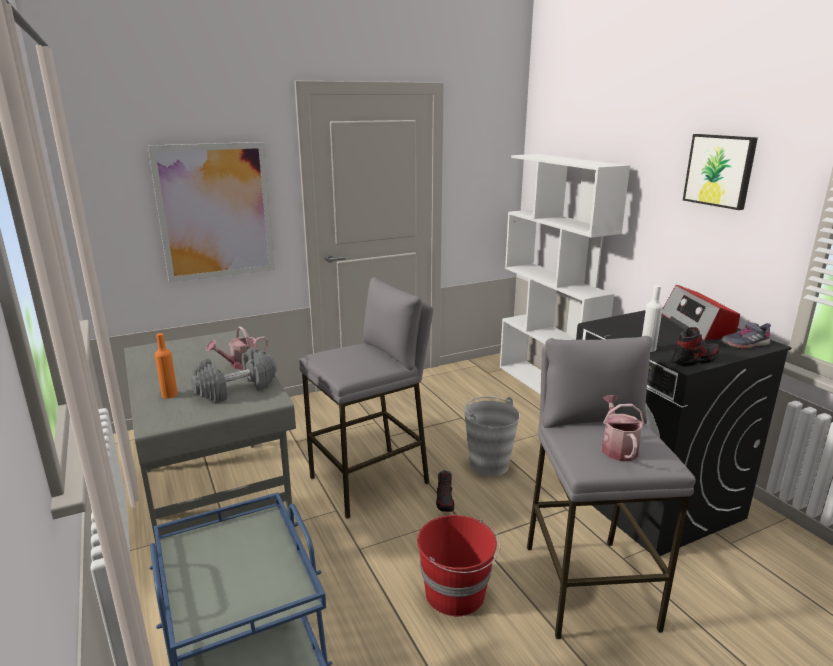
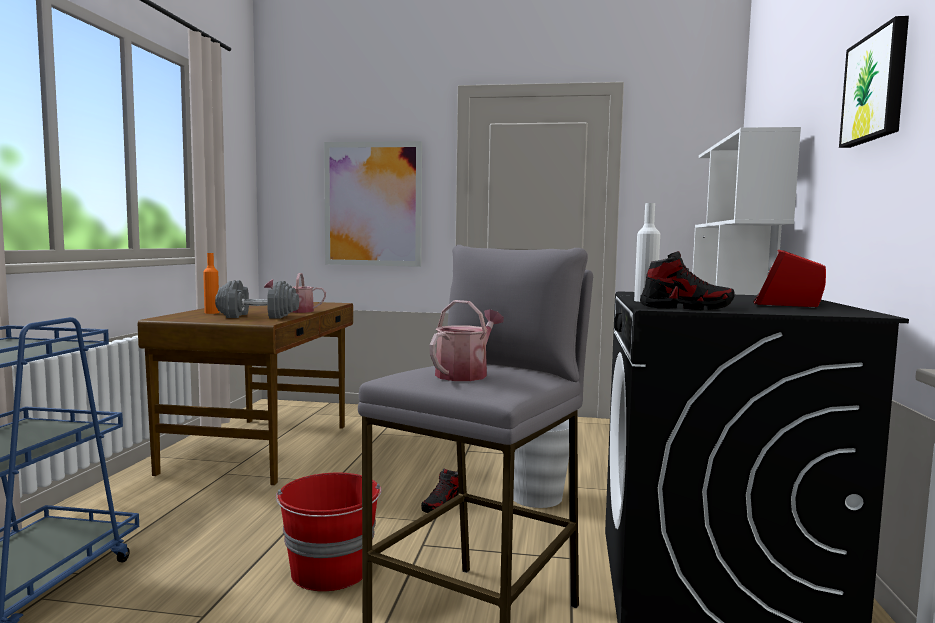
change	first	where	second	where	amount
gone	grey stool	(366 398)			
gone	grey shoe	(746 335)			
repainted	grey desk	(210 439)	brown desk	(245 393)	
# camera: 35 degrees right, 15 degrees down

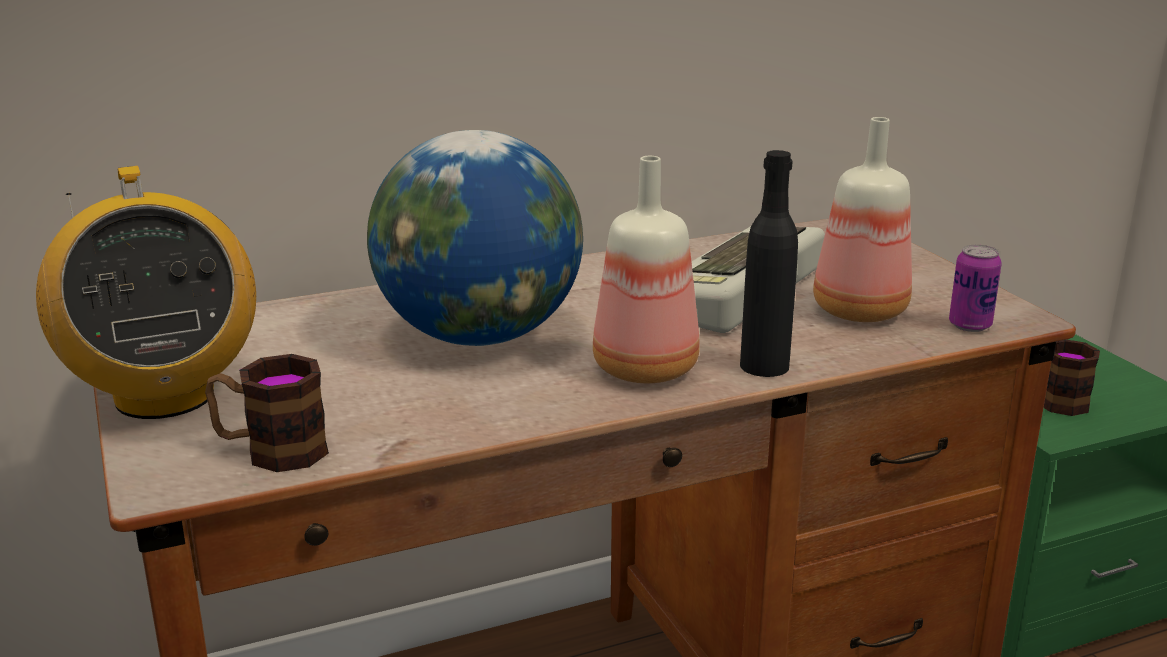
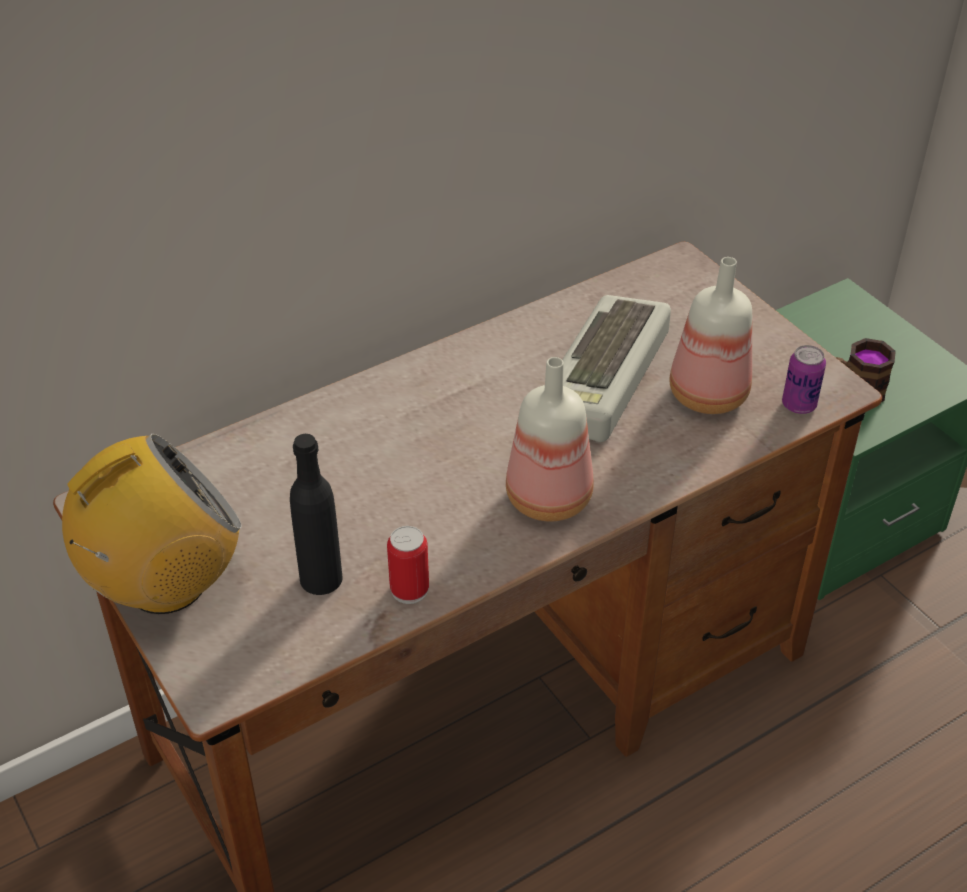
change	first	where	second	where	amount
gone	globe	(475 238)			
shifted	black bottle	(769 263)		(316 514)	
rotated	radio	(146 292)		(151 524)	90 degrees counterclockwise
gone	mug	(267 413)			
new			can	(408 565)	
# camera: 10 degrees left, 20 degrees up

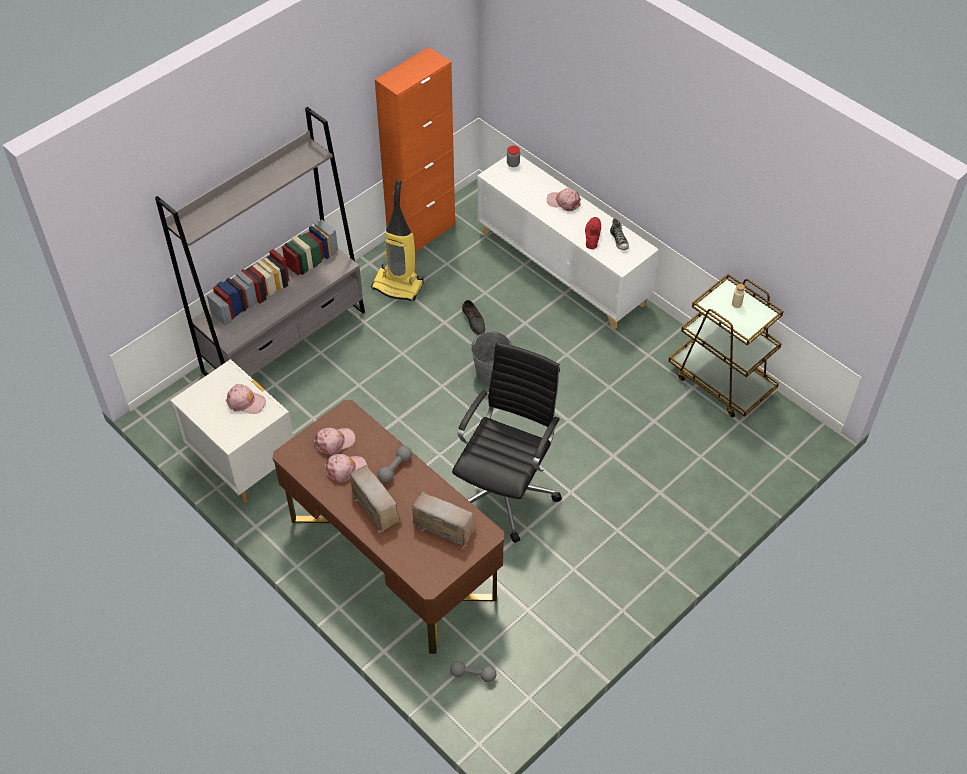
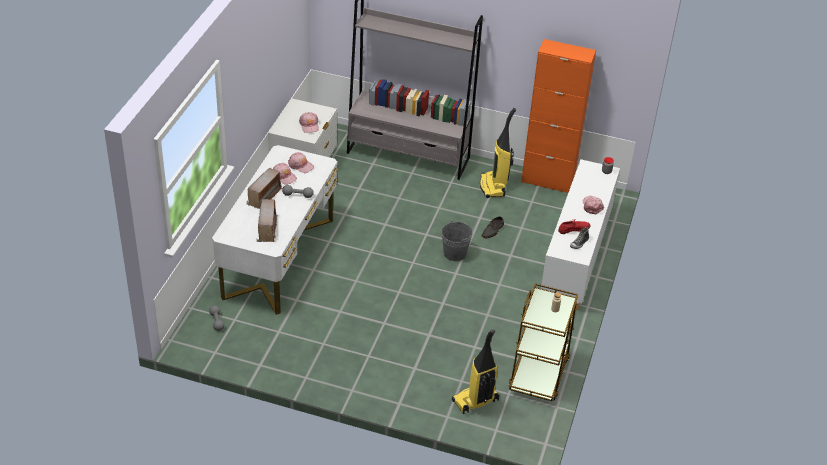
change	first	where	second	where	amount
gone	black office chair	(507 442)			
repainted	brown desk	(389 527)	white desk	(275 230)	
new			vacuum cleaner	(475 371)	
# camera: 60 degrees right, 10 degrees down

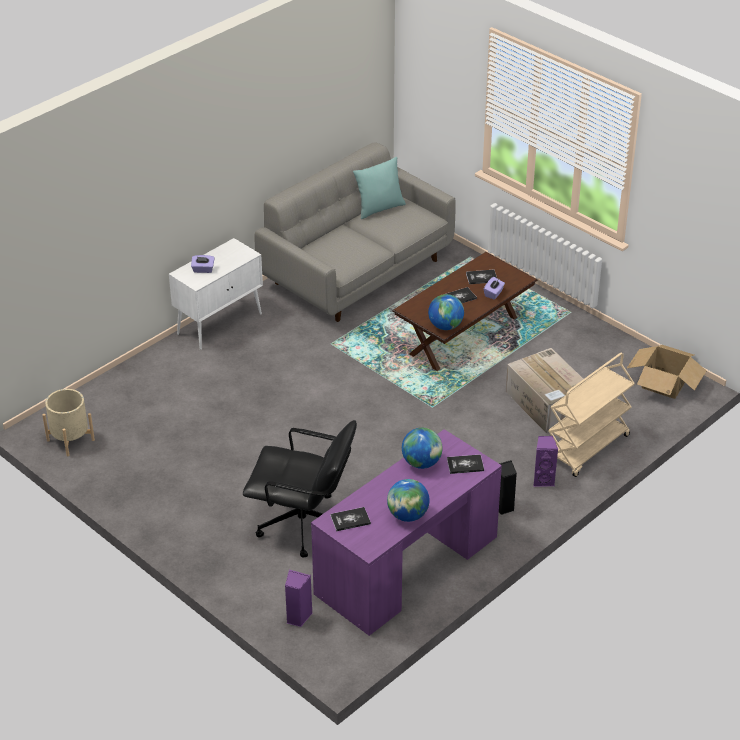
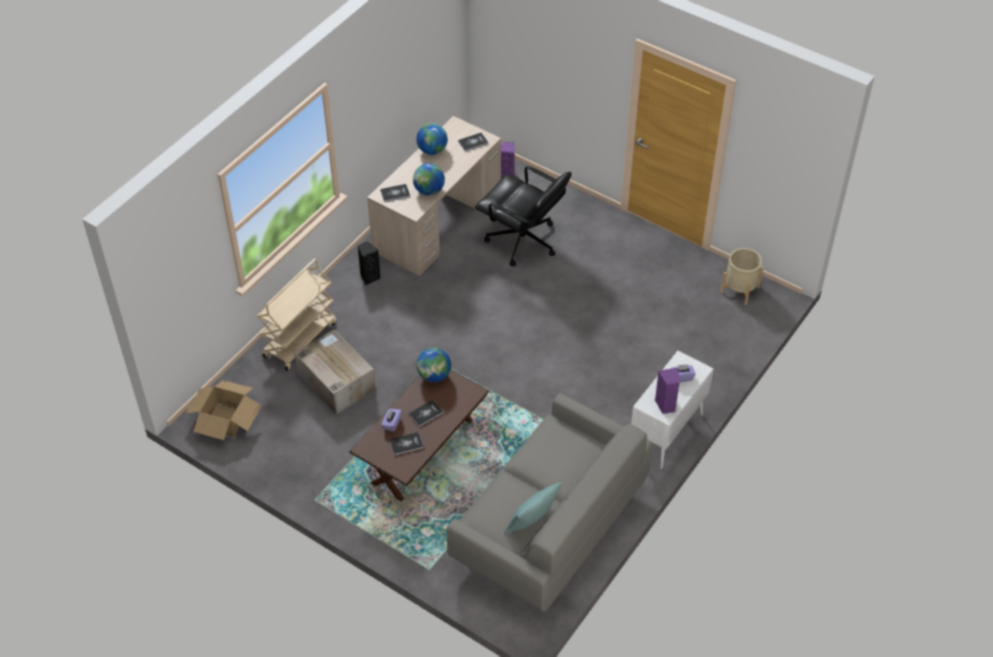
change	first	where	second	where	amount
rotated	black office chair	(300 489)		(523 216)	150 degrees counterclockwise
repainted	purple desk	(406 532)	beige desk	(434 196)	
shifted	purple speaker	(545 461)		(667 391)	
# camera: 170 degrees right, 10 degrees up

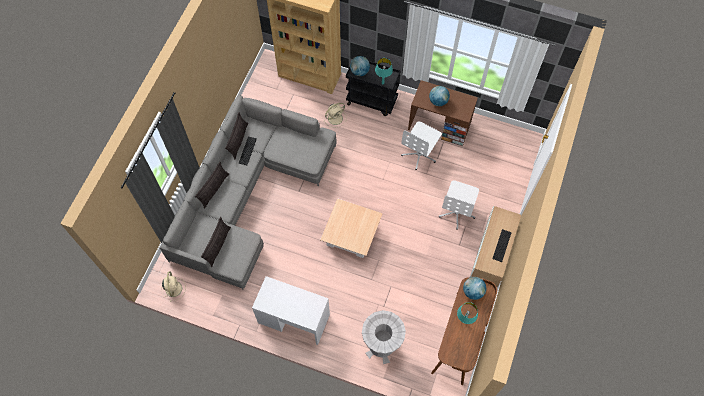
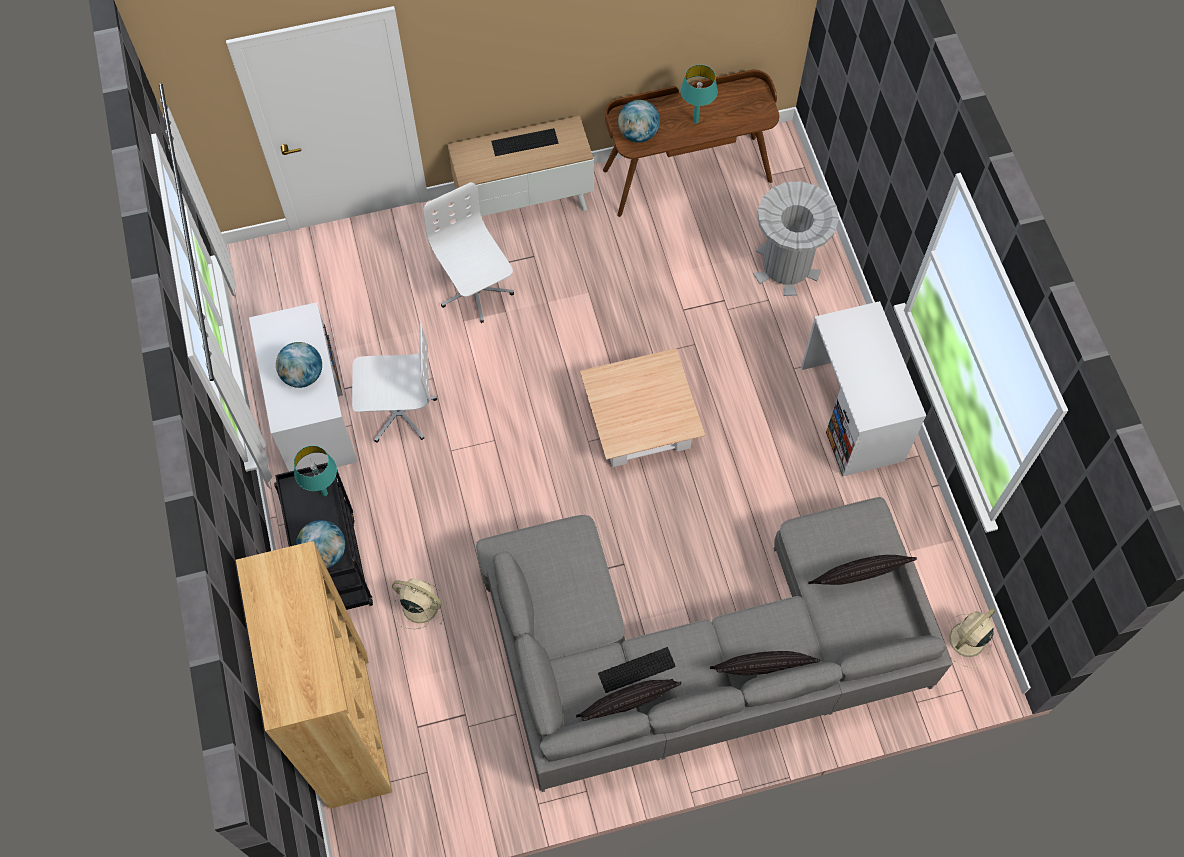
change	first	where	second	where	amount
repainted	brown desk	(443 113)	white desk	(303 387)	
rotated	white office chair	(459 205)		(468 252)	105 degrees counterclockwise
# camera: 125 degrees left, 0 degrees up

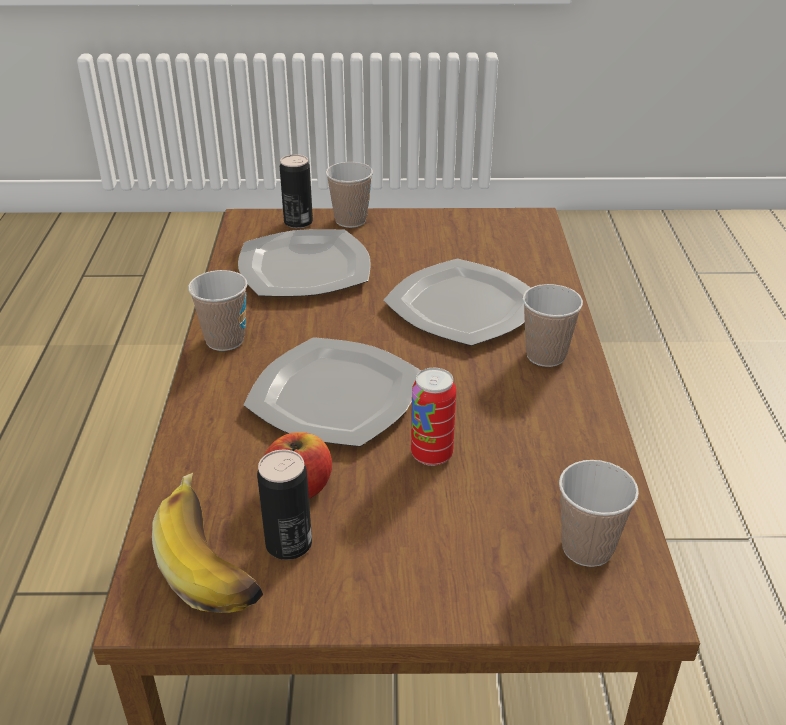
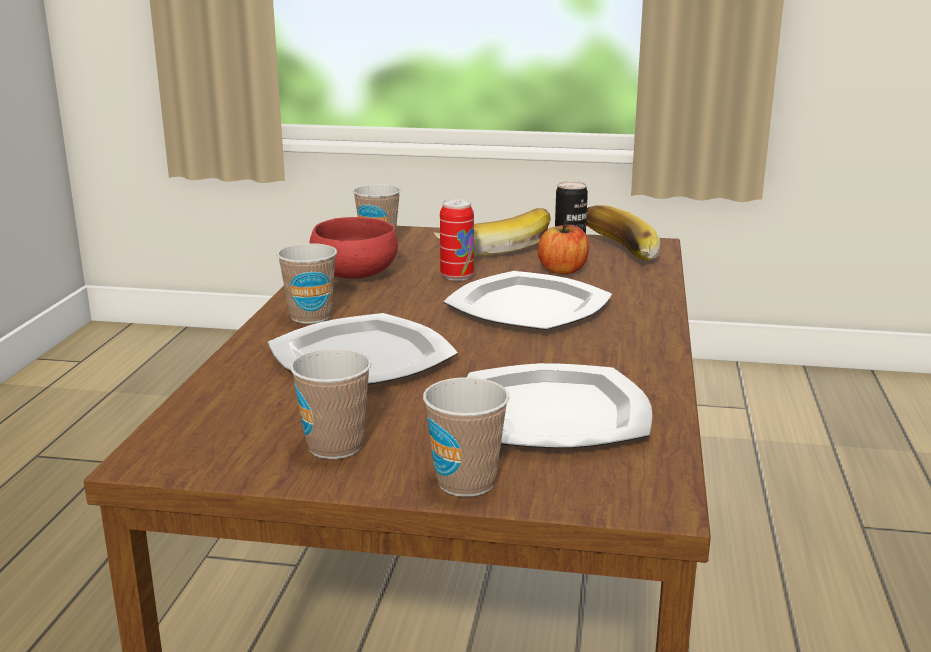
change	first	where	second	where	amount
gone	can	(296 191)			
shifted	cup	(217 310)		(331 403)	
new			banana	(492 232)	
new			red bowl	(354 248)	
# camera: 170 degrees left, 15 degrees down

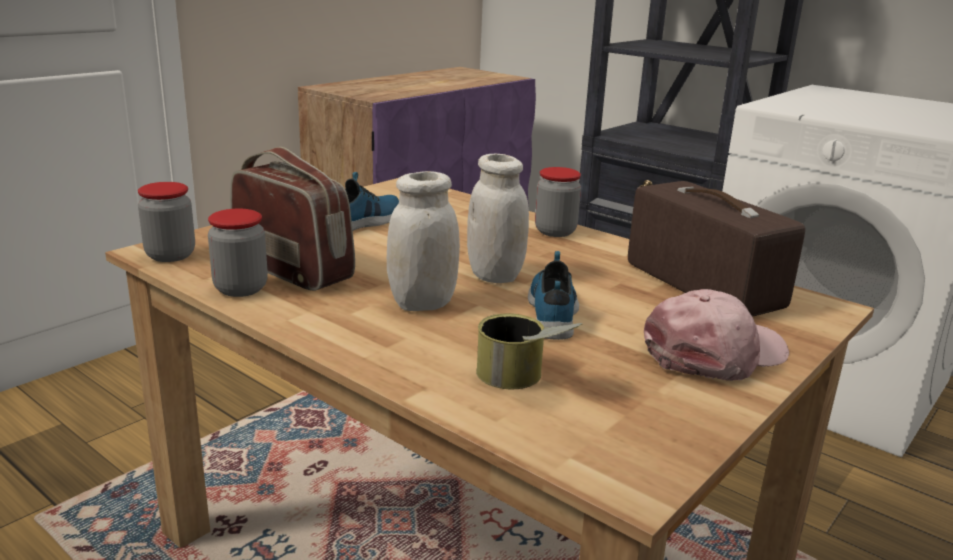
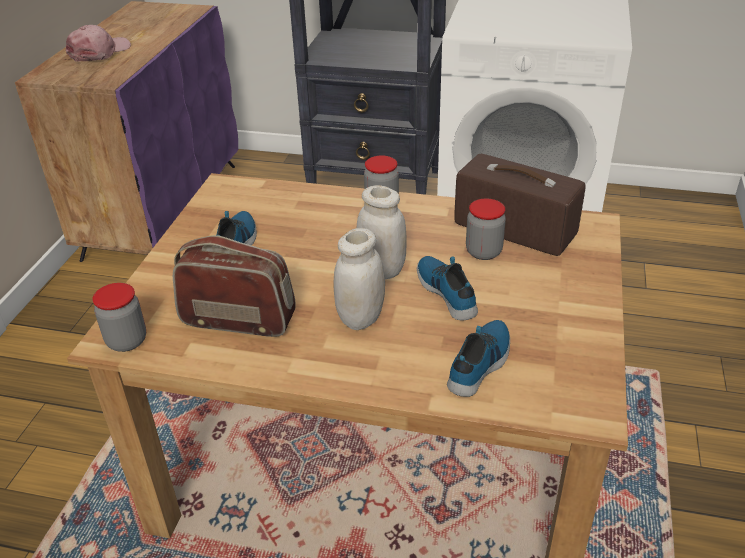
change	first	where	second	where	amount
shifted	jar	(238 253)		(486 229)	
shifted	pink cap	(716 335)		(98 43)	
swapped	can	(529 351)	shoe	(478 358)	
# camera: 25 degrees left, 15 degrees up

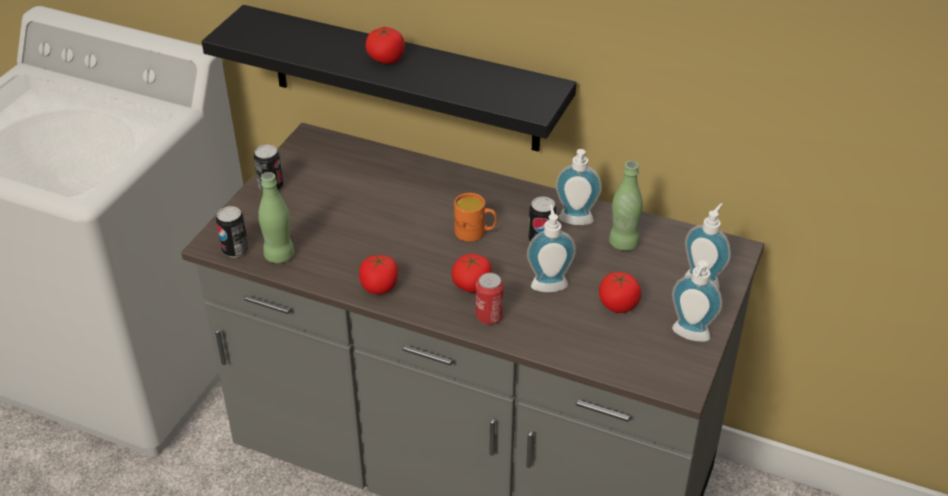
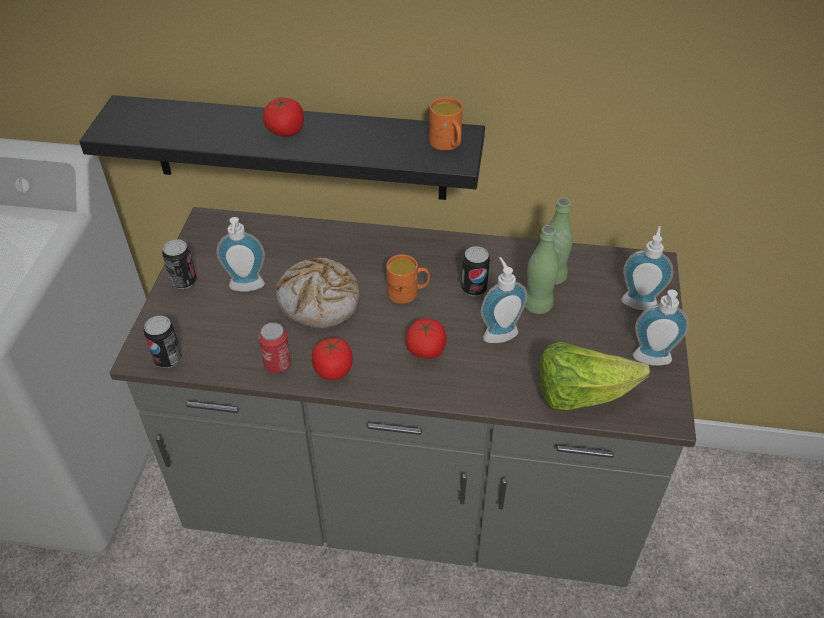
change	first	where	second	where	amount
shifted	soap dispenser	(578 187)		(240 254)	
shifted	green bottle	(276 217)		(542 269)	
gone	tomato	(620 292)			
shifted	can	(490 299)		(274 347)	
new			orange mug	(446 124)	
new			bread	(318 292)	
new			lettuce	(594 376)	
# camera: 15 degrees left, 5 degrees up

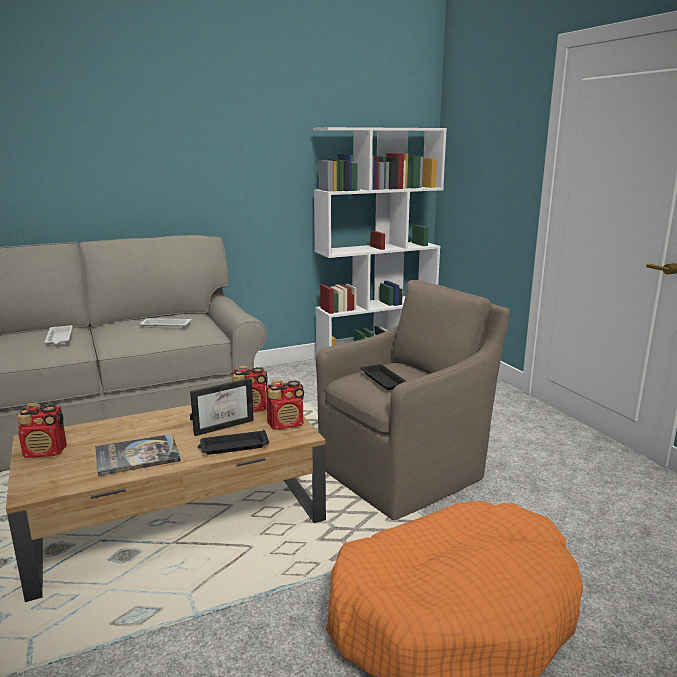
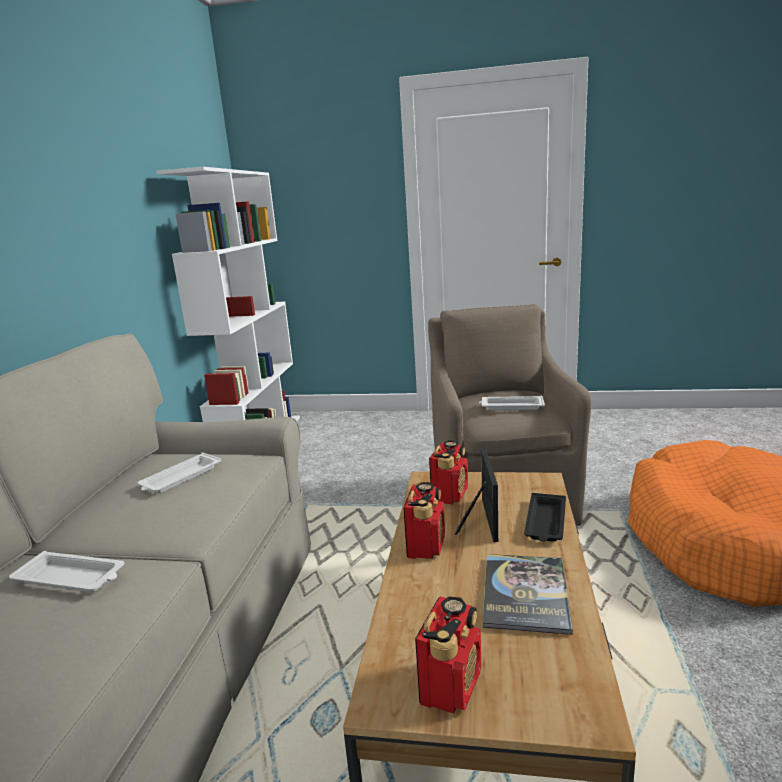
change	first	where	second	where	amount
repainted	black tray	(383 377)	white tray	(512 403)	
shifted	radio	(285 405)		(424 520)	
# camera: 55 degrees left, 0 degrees up

